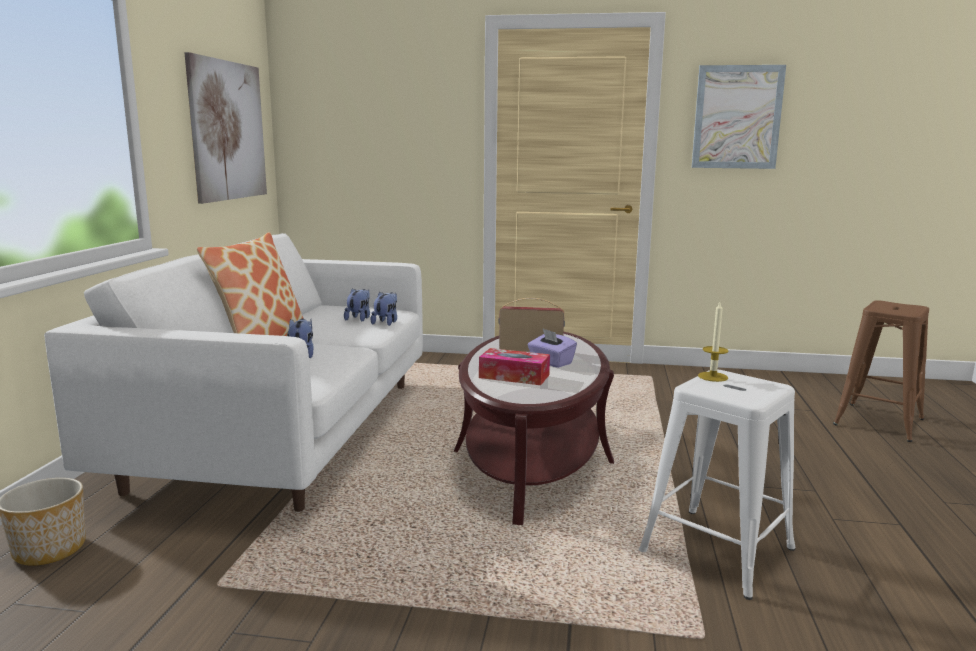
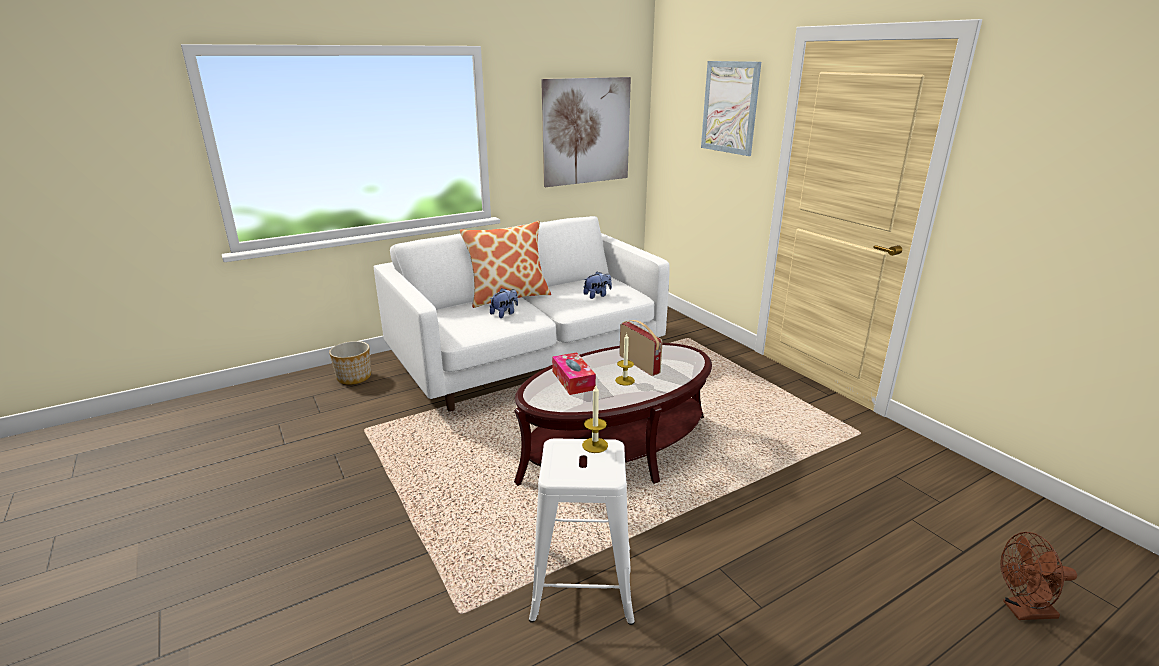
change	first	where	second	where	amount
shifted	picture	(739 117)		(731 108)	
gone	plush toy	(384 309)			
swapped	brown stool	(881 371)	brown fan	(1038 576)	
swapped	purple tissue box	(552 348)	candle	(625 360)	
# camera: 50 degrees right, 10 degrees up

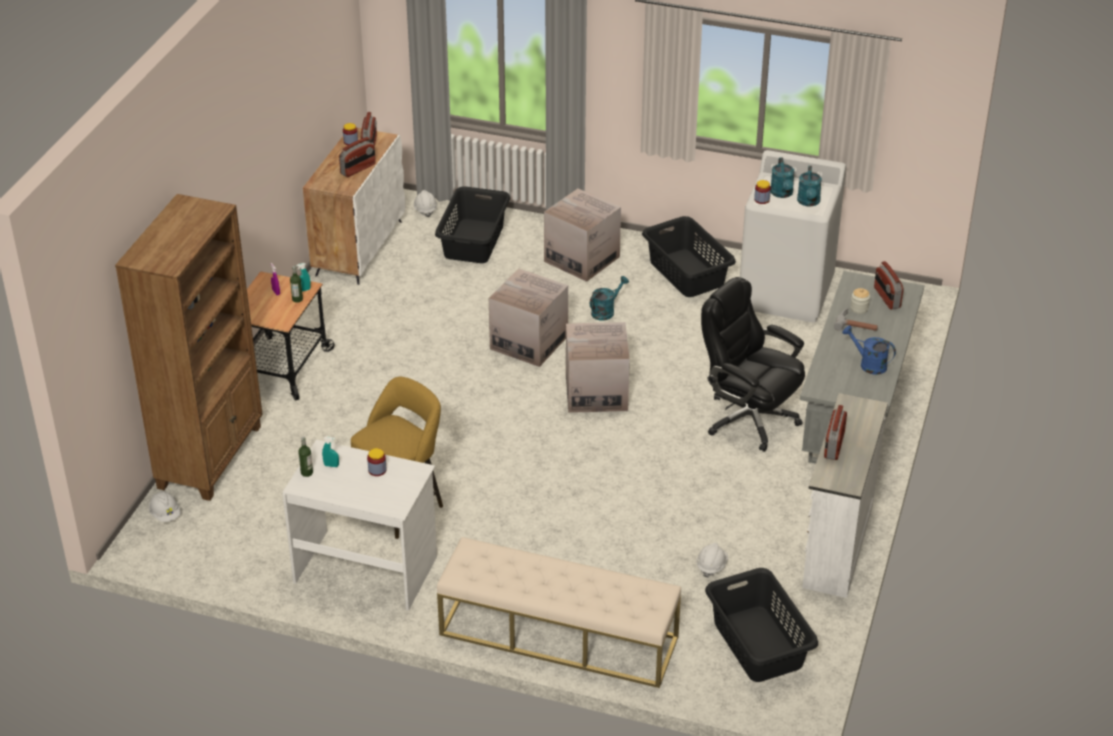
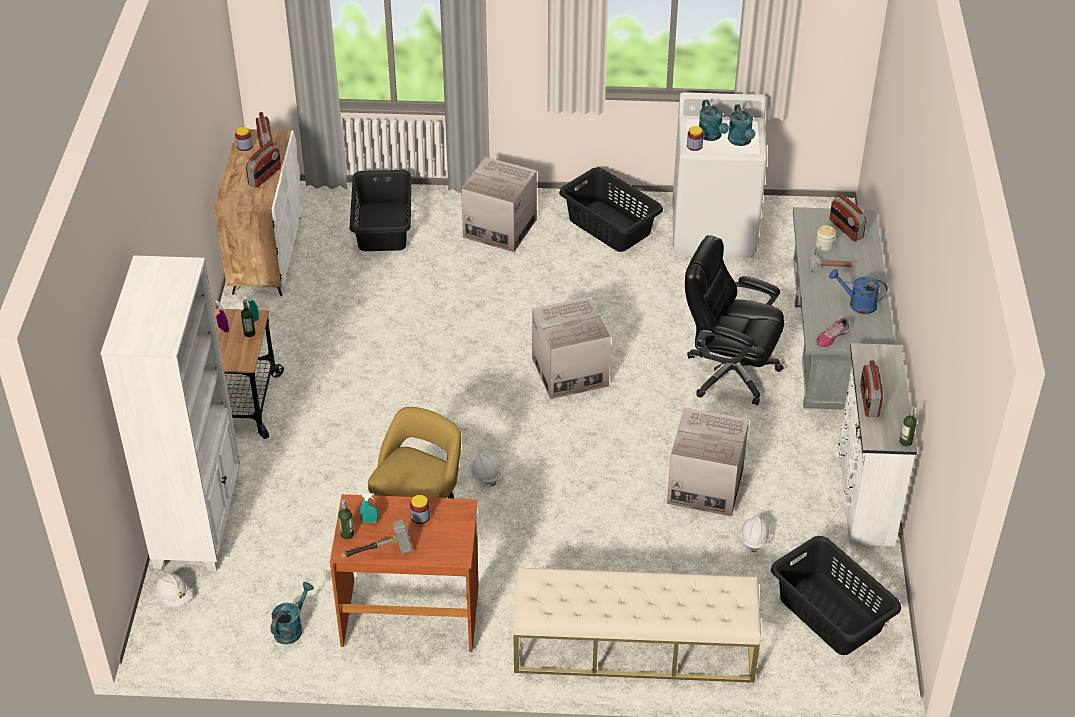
change	first	where	second	where	amount
shifted	white hard hat	(425 204)		(485 469)	
repainted	brown bookcase	(189 347)	white bookcase	(170 413)	
shifted	cardboard box	(528 317)		(708 462)	
shifted	turquoise watering can	(609 298)		(292 613)	
repainted	white desk	(359 525)	brown desk	(404 573)	
new			shoe	(833 332)	
new			bottle	(908 427)	
new			hammer	(377 539)	
# camera: 15 degrees left, 5 degrees up

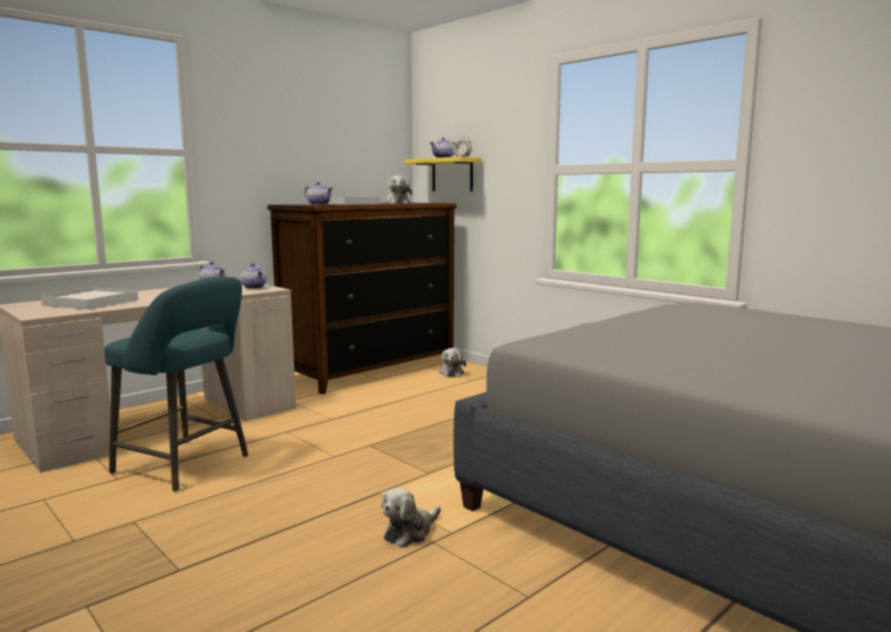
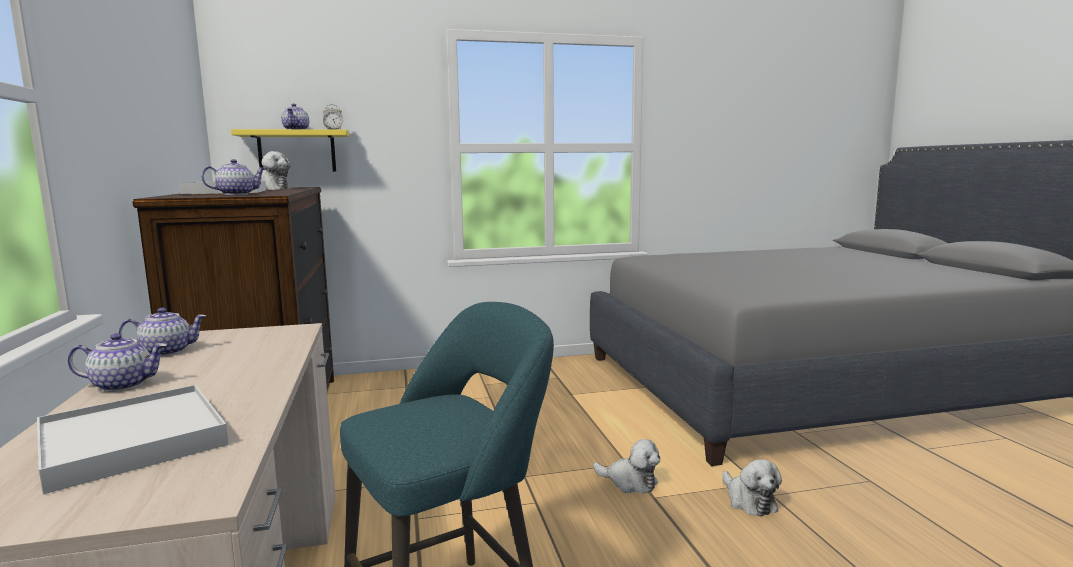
change	first	where	second	where	amount
shifted	teapot	(253 276)		(117 362)	
shifted	plush toy	(452 362)		(626 466)	
# camera: 60 degrees left, 0 degrees up

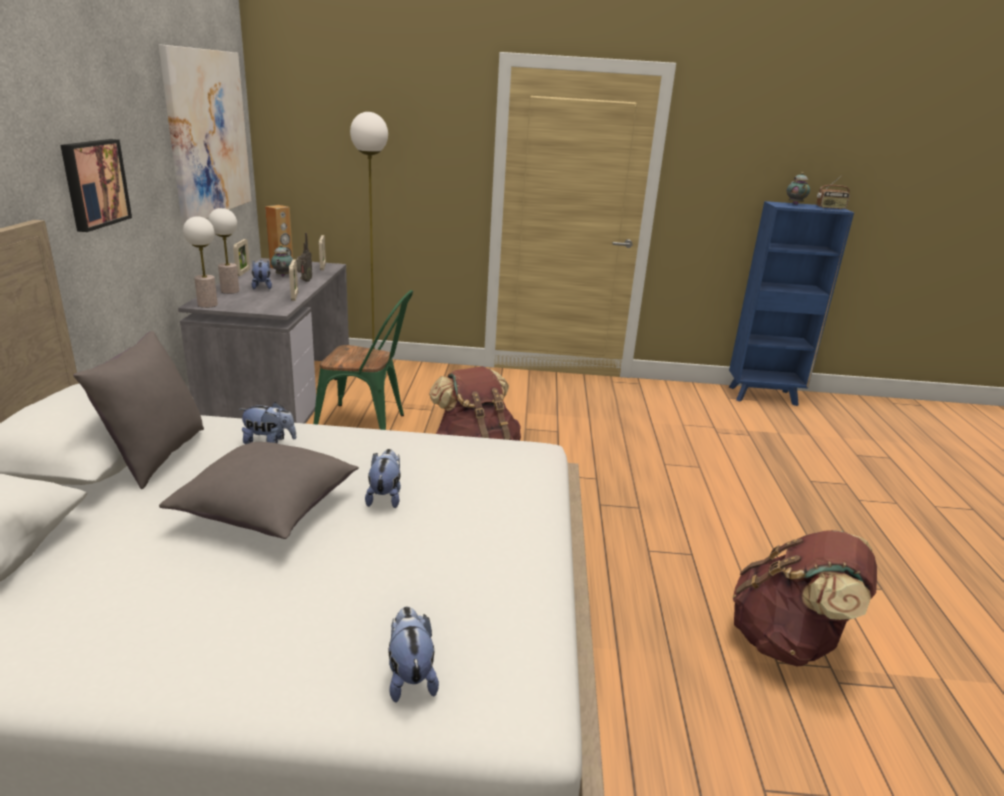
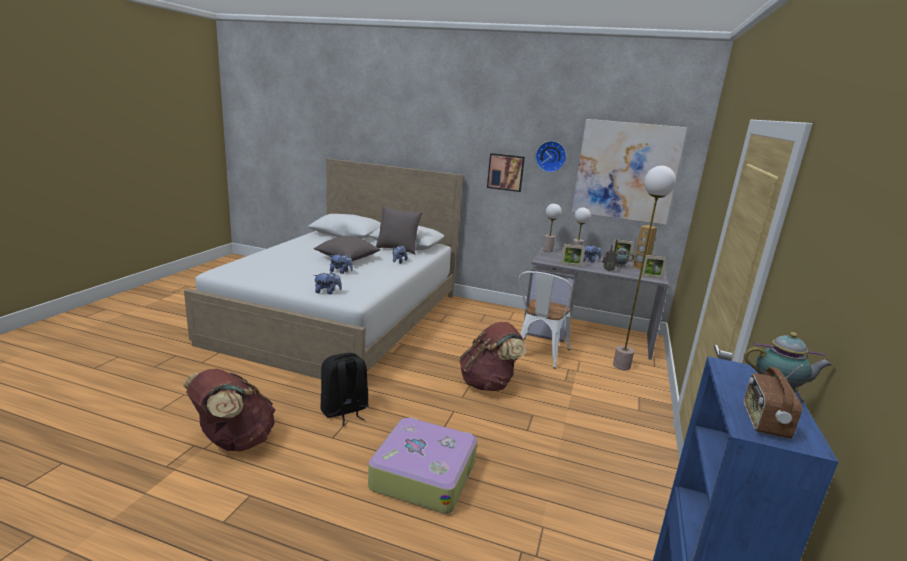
change	first	where	second	where	amount
repainted	green chair	(363 360)	white chair	(545 320)	
shifted	plush toy	(413 654)		(328 283)	
new			wall clock	(551 156)	
new			black backpack	(344 389)	
new			suitcase	(422 465)	
# camera: 105 degrees right, 5 degrees down

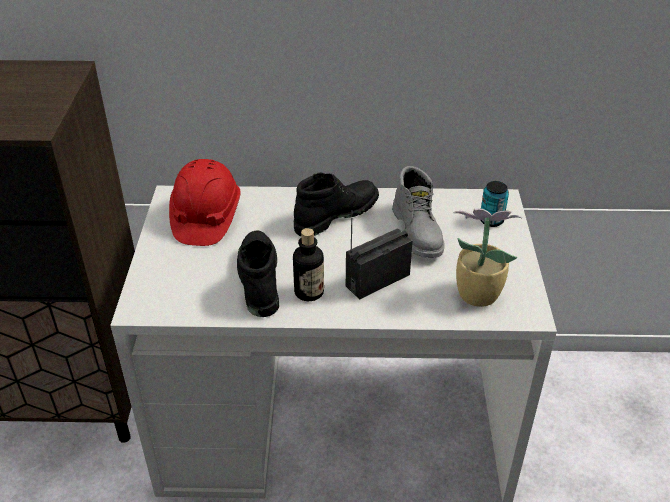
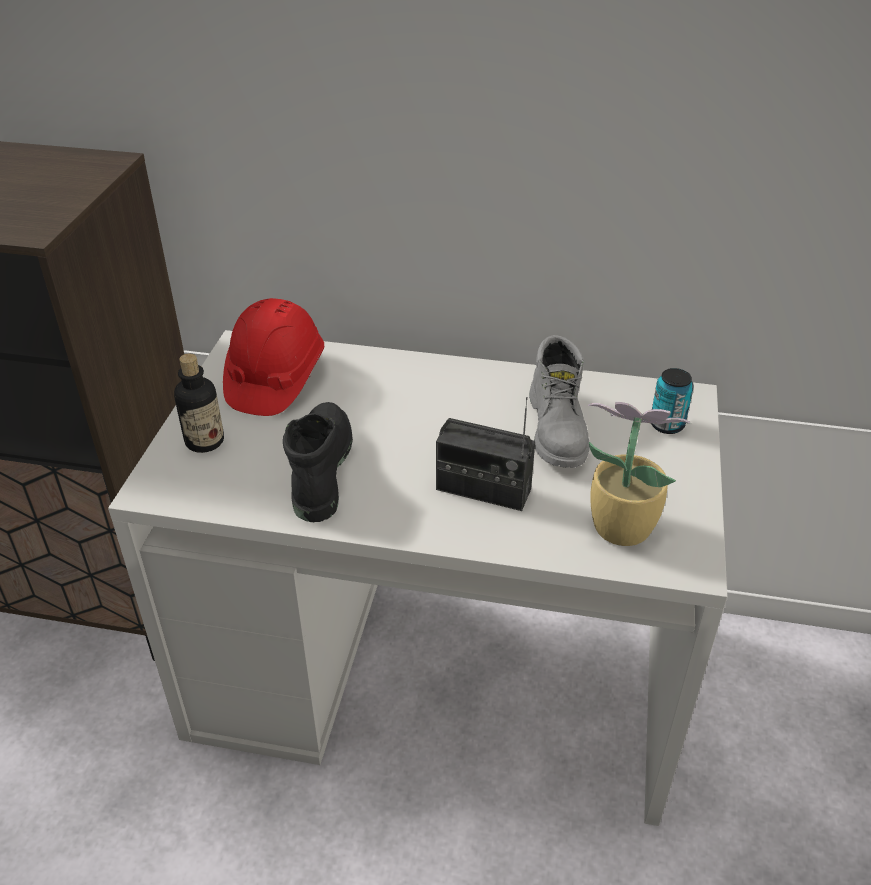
change	first	where	second	where	amount
gone	black boot	(336 204)			
rotated	radio	(379 255)		(485 454)	135 degrees counterclockwise
shifted	bottle	(308 264)		(199 403)	
# camera: 10 degrees right, 0 degrees up

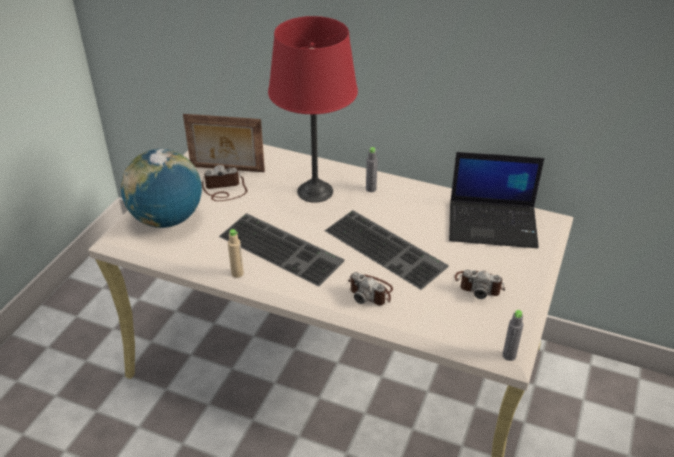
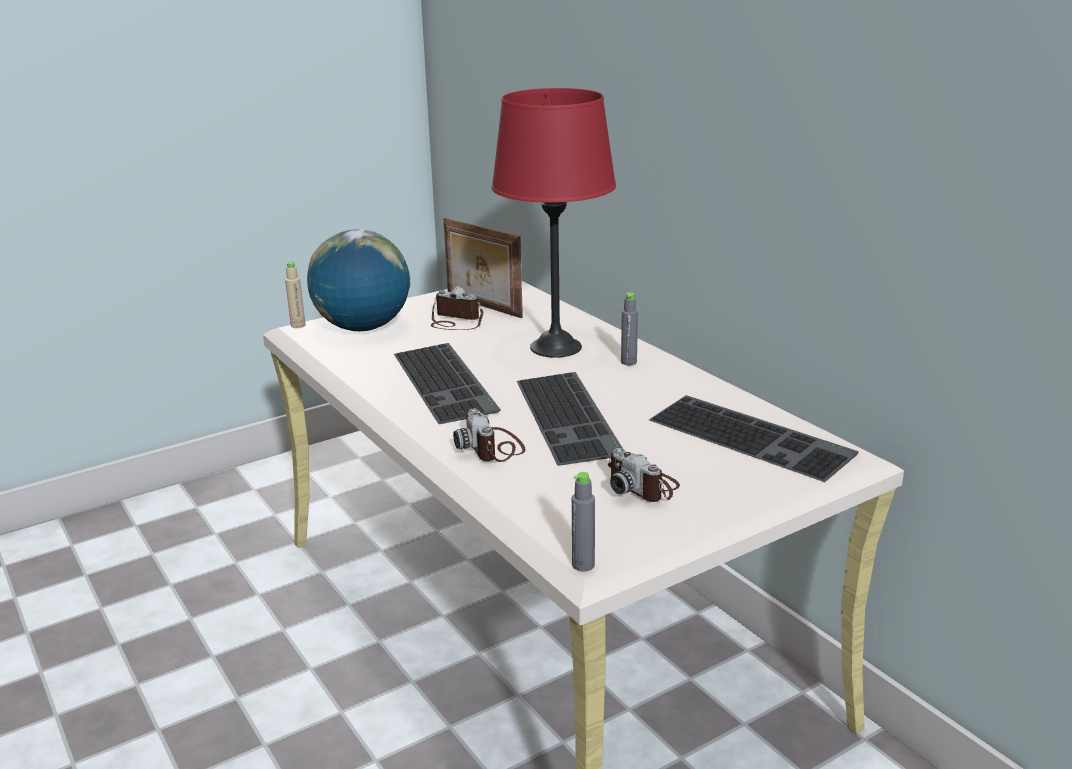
change	first	where	second	where	amount
swapped	laptop	(496 200)	keyboard	(754 438)	
shifted	beige bottle	(236 253)		(295 295)	
# camera: 35 degrees right, 15 degrees down

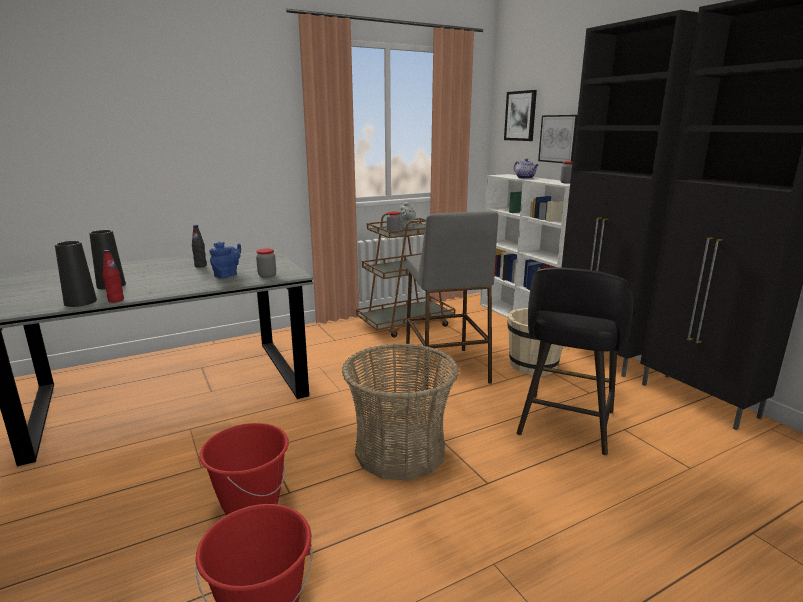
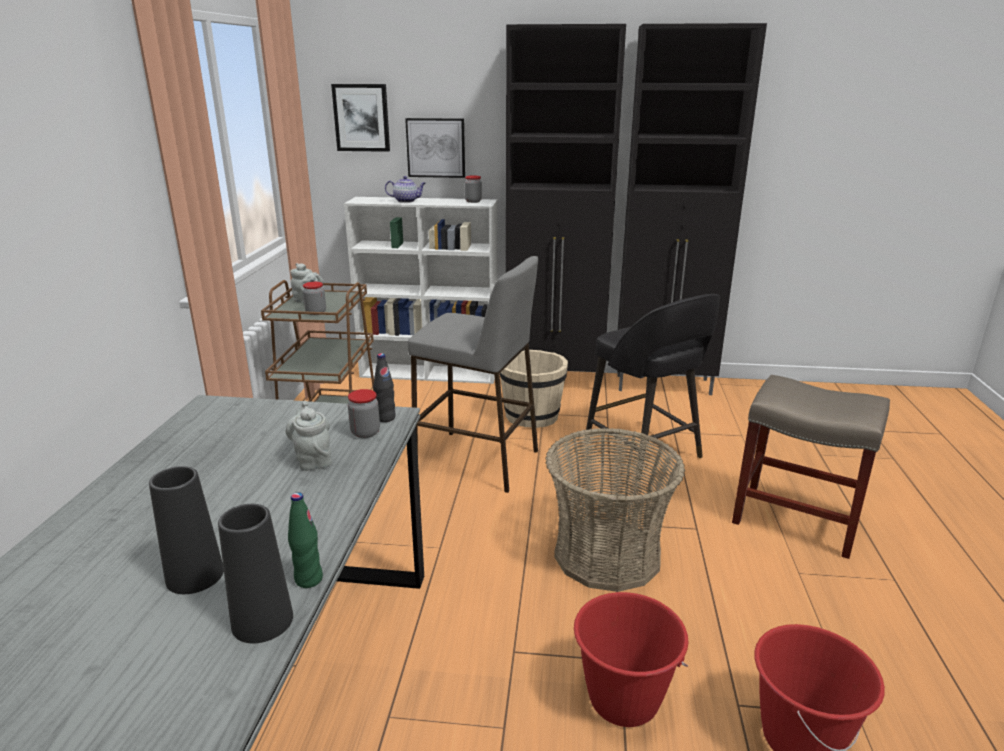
change	first	where	second	where	amount
shifted	black bottle	(199 246)		(384 387)	
repainted	blue teapot	(225 260)	grey teapot	(309 436)	
repainted	red bottle	(113 276)	green bottle	(305 540)	
new			beige stool	(811 467)	
# camera: 55 degrees left, 5 degrees up

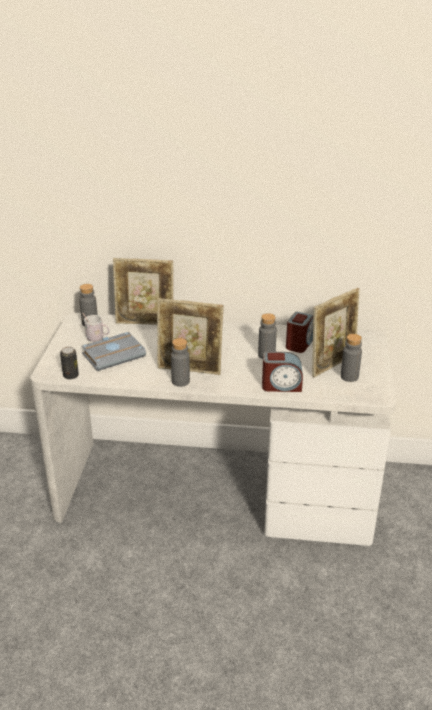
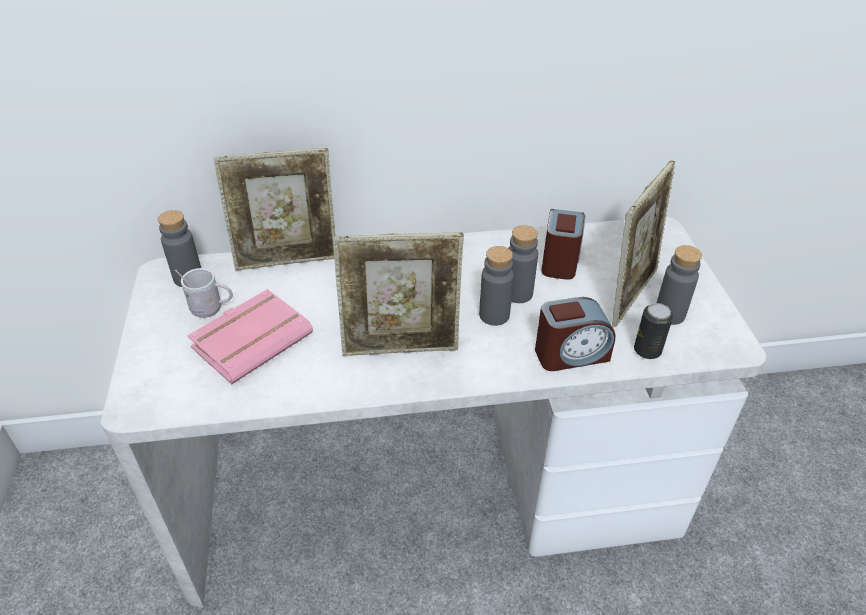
change	first	where	second	where	amount
repainted	grey book	(113 351)	pink book	(250 336)	
shifted	grey bottle	(180 362)		(496 286)	
shifted	can	(69 363)		(653 331)	
# camera: 15 degrees left, 10 degrees up

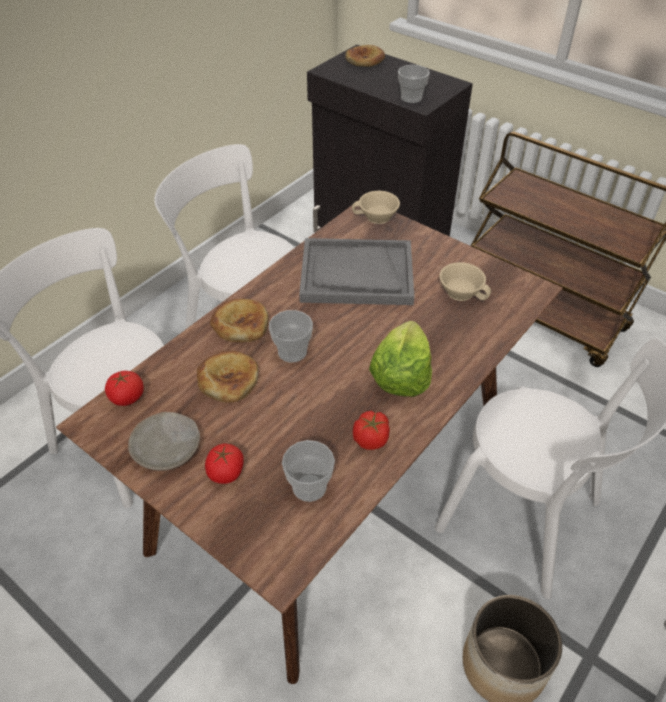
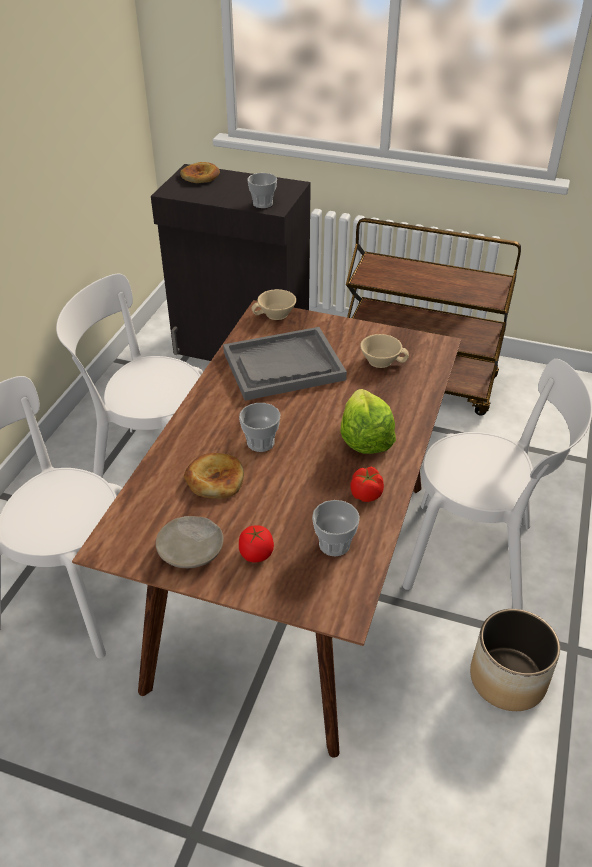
change	first	where	second	where	amount
gone	bread	(239 320)			
gone	tomato	(124 388)			
# camera: 20 degrees left, 5 degrees down

